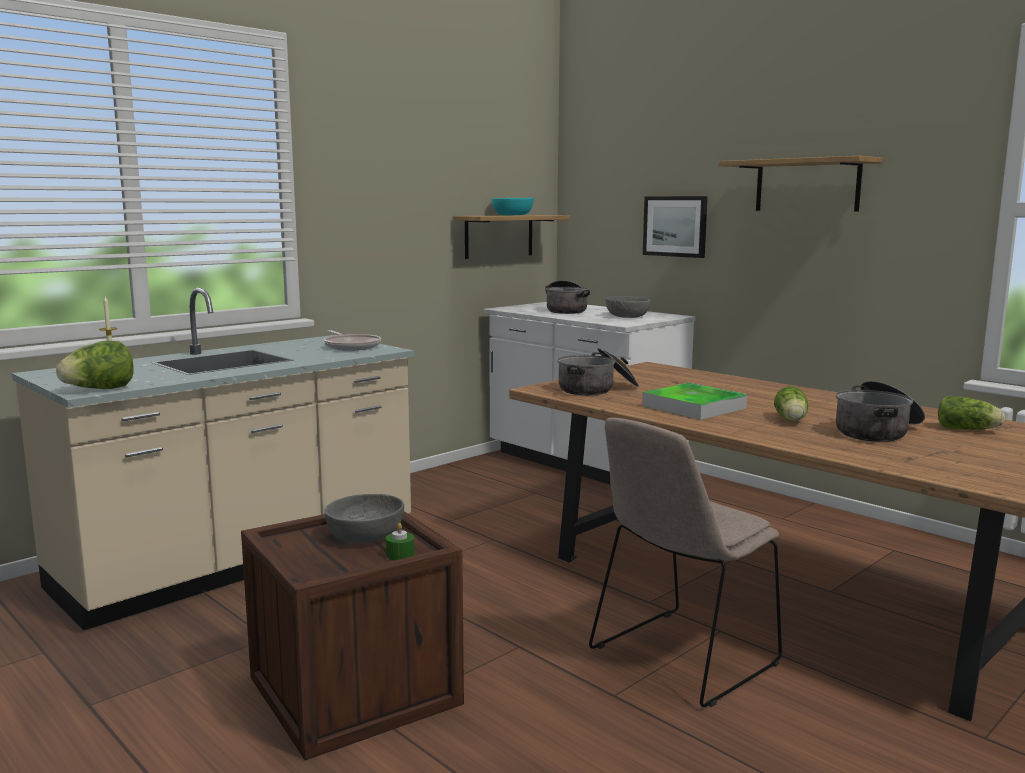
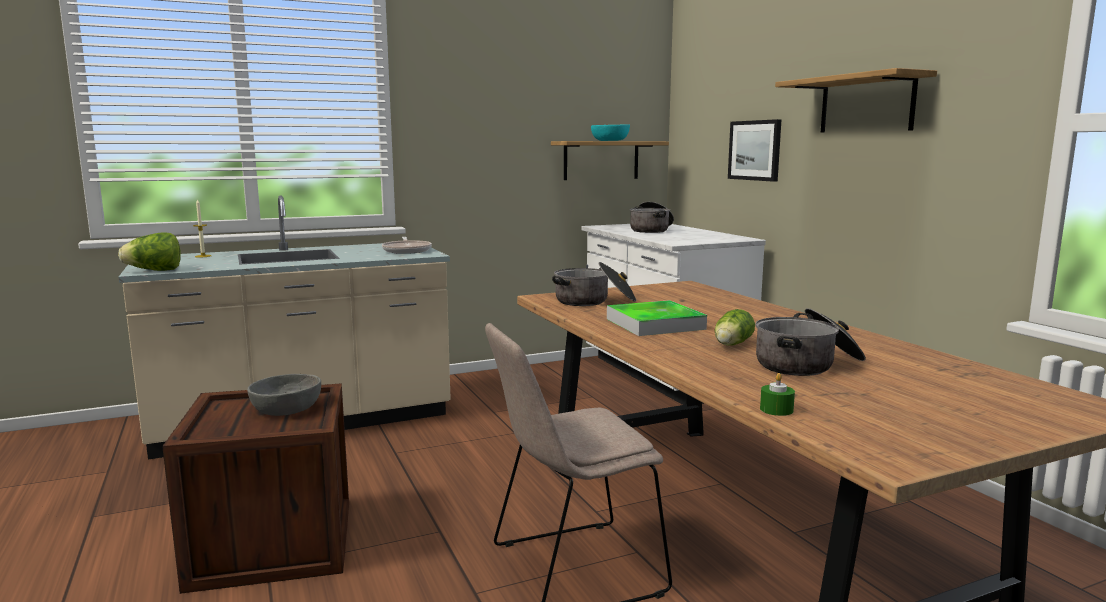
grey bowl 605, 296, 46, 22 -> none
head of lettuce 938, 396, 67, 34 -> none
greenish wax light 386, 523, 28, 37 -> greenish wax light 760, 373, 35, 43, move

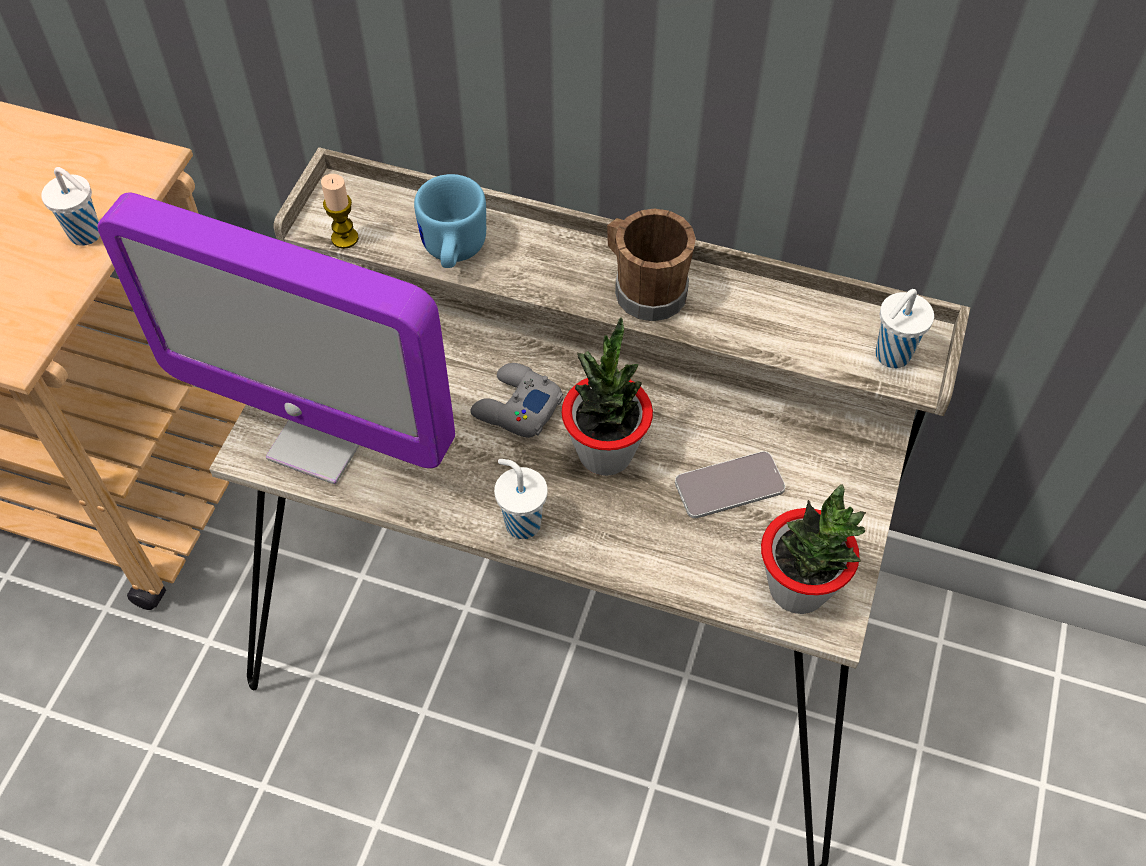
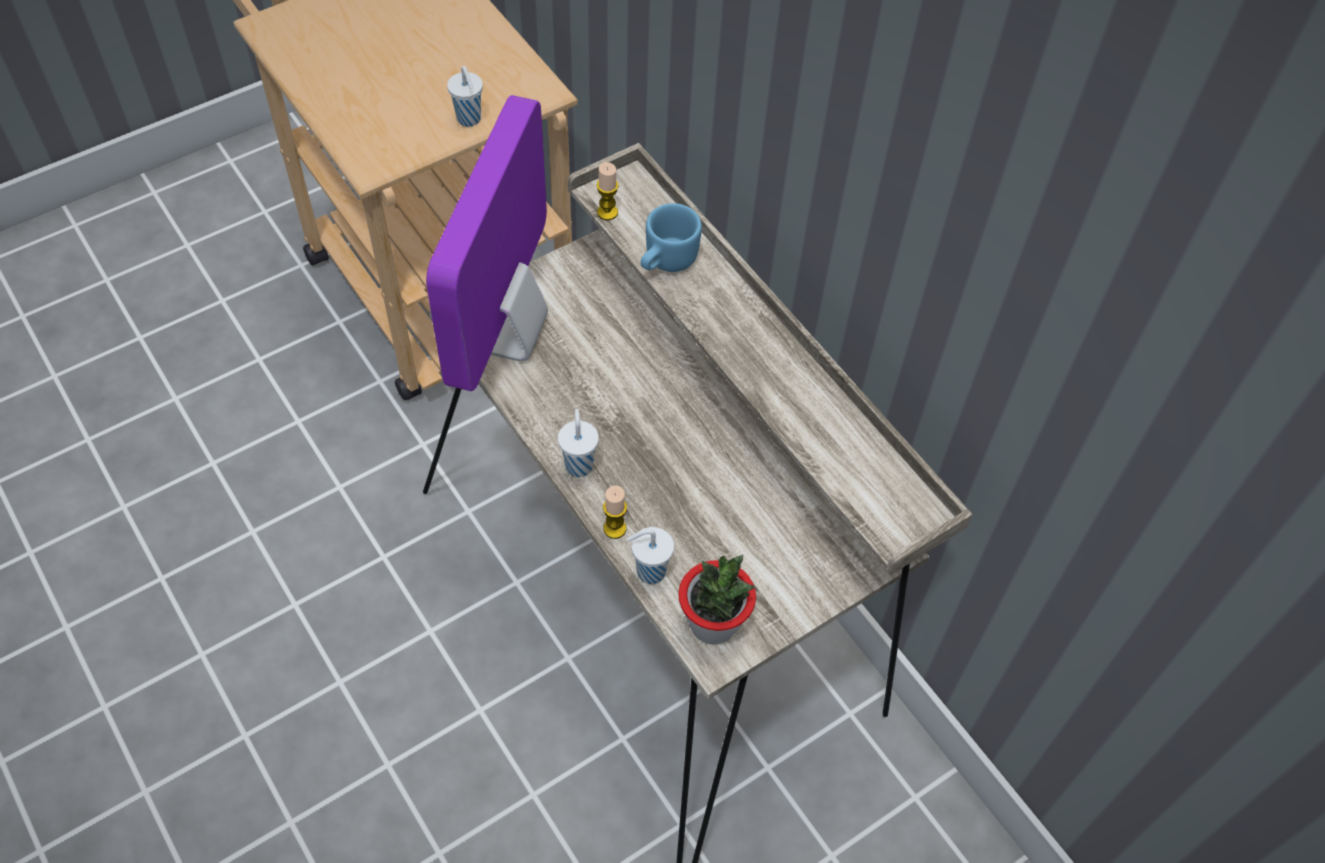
monitor 98, 193, 357, 291 -> monitor 426, 95, 122, 296, 45 degrees clockwise
brown-coloured mug 607, 208, 89, 113 -> none
white drinking cup 875, 289, 59, 79 -> white drinking cup 627, 527, 47, 57, move
potted plant 562, 317, 91, 159 -> none
grey gamepad 470, 363, 93, 75 -> none
phone 675, 451, 110, 67 -> none
none -> wax light 603, 486, 24, 53

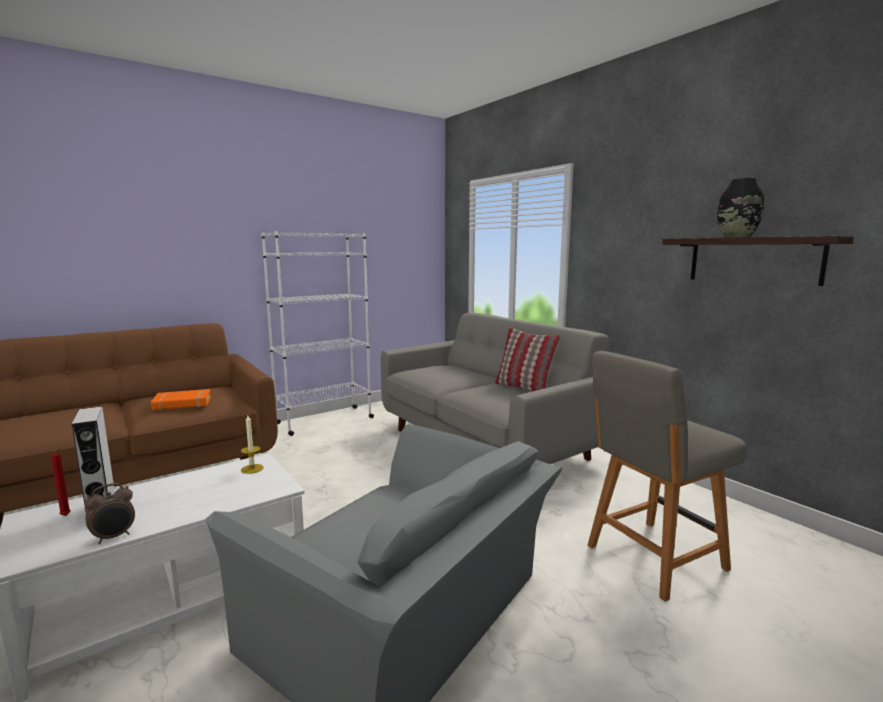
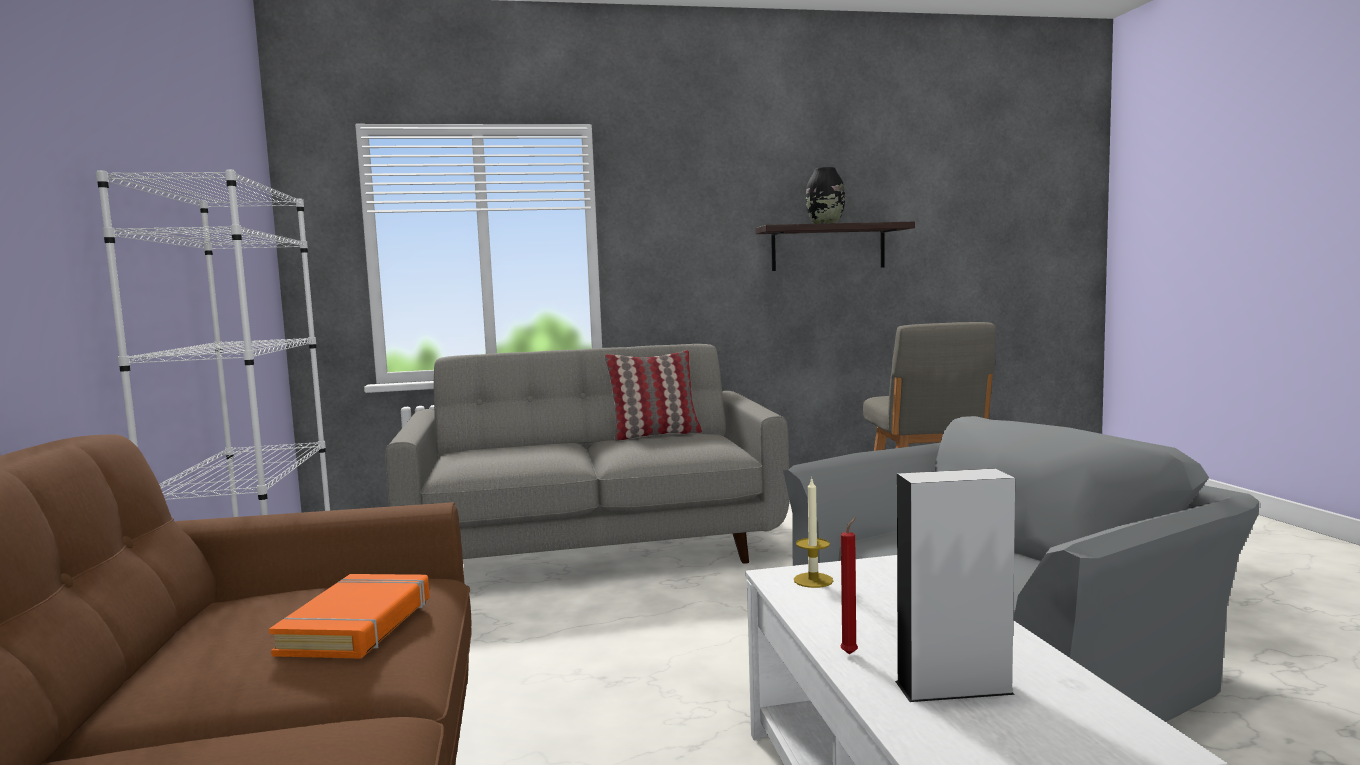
reddish wax light 51, 449, 20, 67 -> reddish wax light 841, 517, 17, 137, move
alarm clock 85, 483, 50, 61 -> none

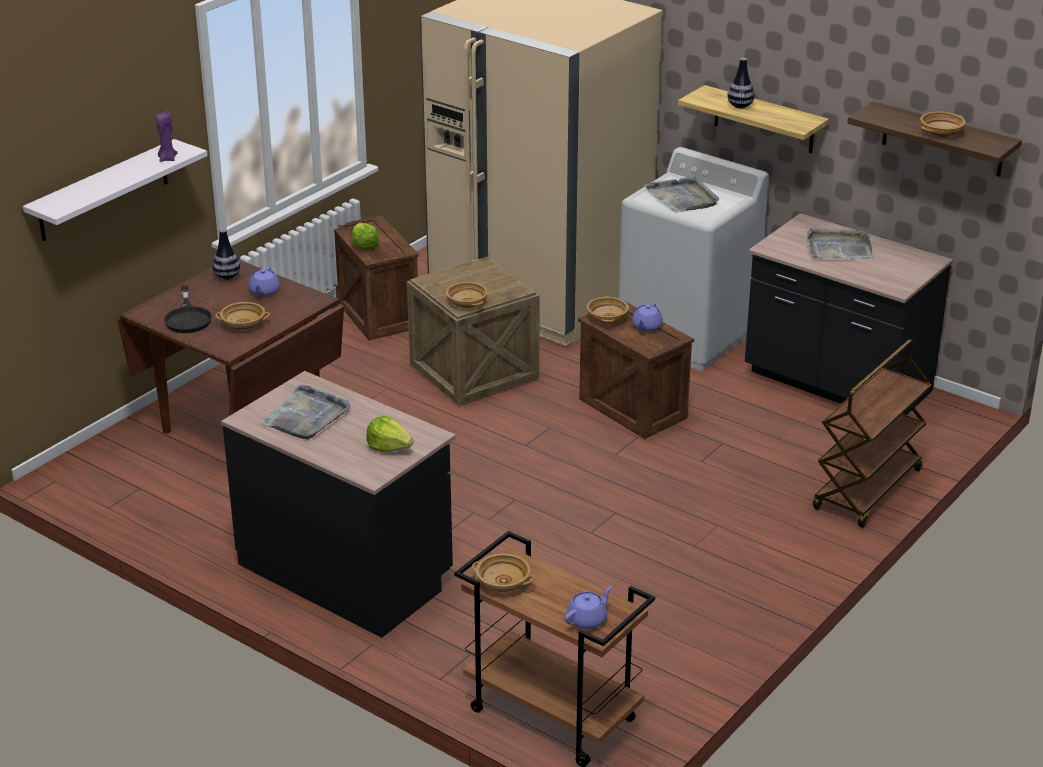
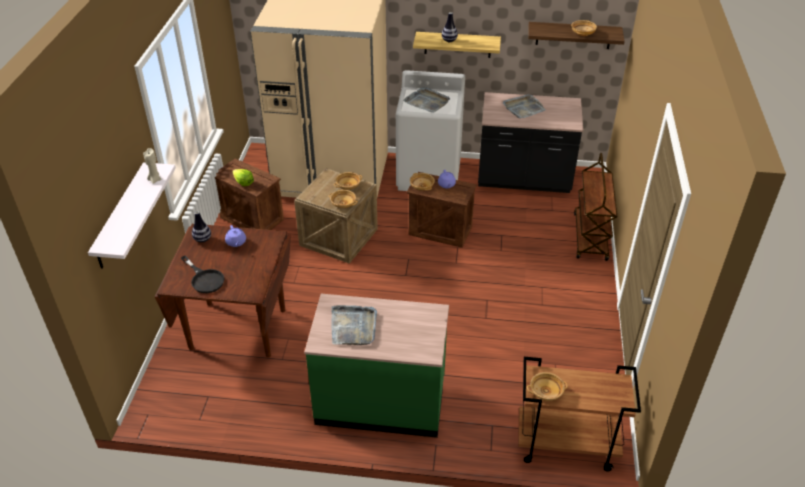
purple wax light 156, 111, 21, 51 -> beige-coloured wax light 143, 148, 19, 36
beige-coloured bowl 215, 302, 55, 28 -> beige-coloured bowl 334, 172, 28, 18, move
blackish kitchen counter 221, 371, 235, 267 -> greenish kitchen counter 304, 294, 145, 144
head of lettuce 366, 416, 47, 36 -> none
purple pot for tea 565, 586, 47, 43 -> none

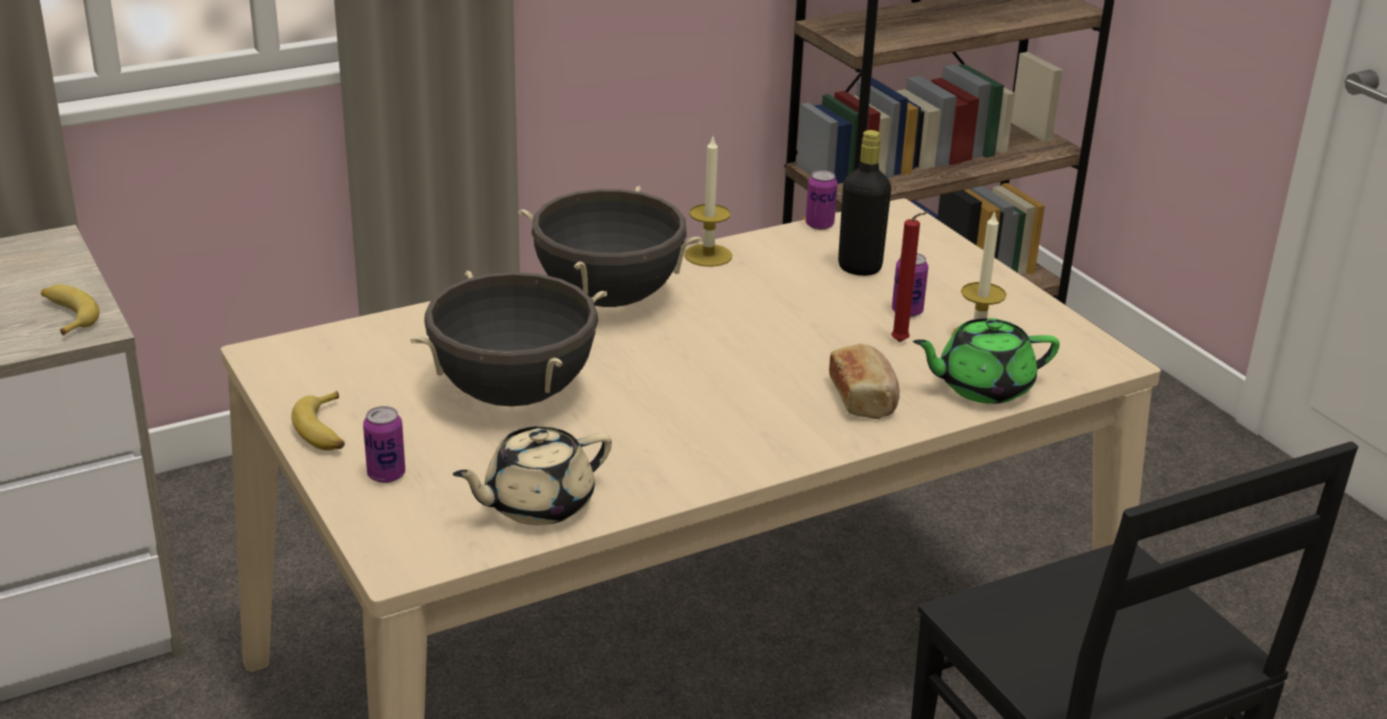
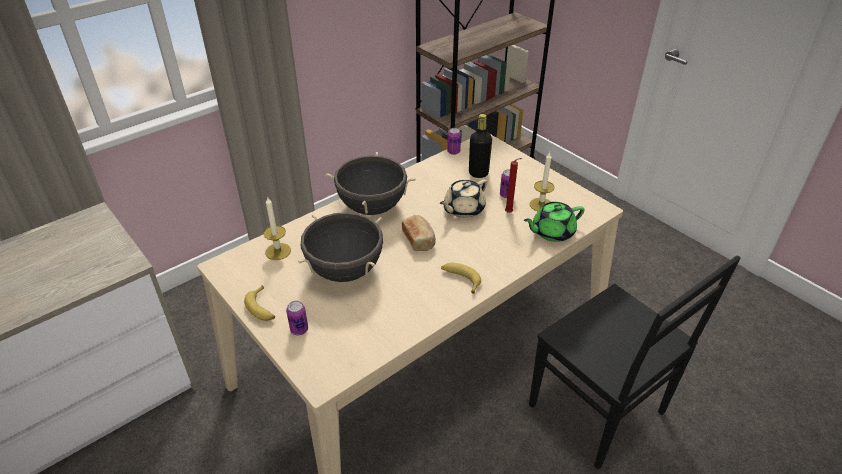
wax light 684, 137, 48, 130 -> wax light 263, 196, 28, 64, move
whole banana 41, 284, 59, 52 -> whole banana 441, 263, 40, 31, move
baked bread 829, 344, 71, 75 -> baked bread 402, 215, 34, 36, move
beige-coloured pot for tea 453, 426, 159, 99 -> beige-coloured pot for tea 440, 179, 47, 39, move

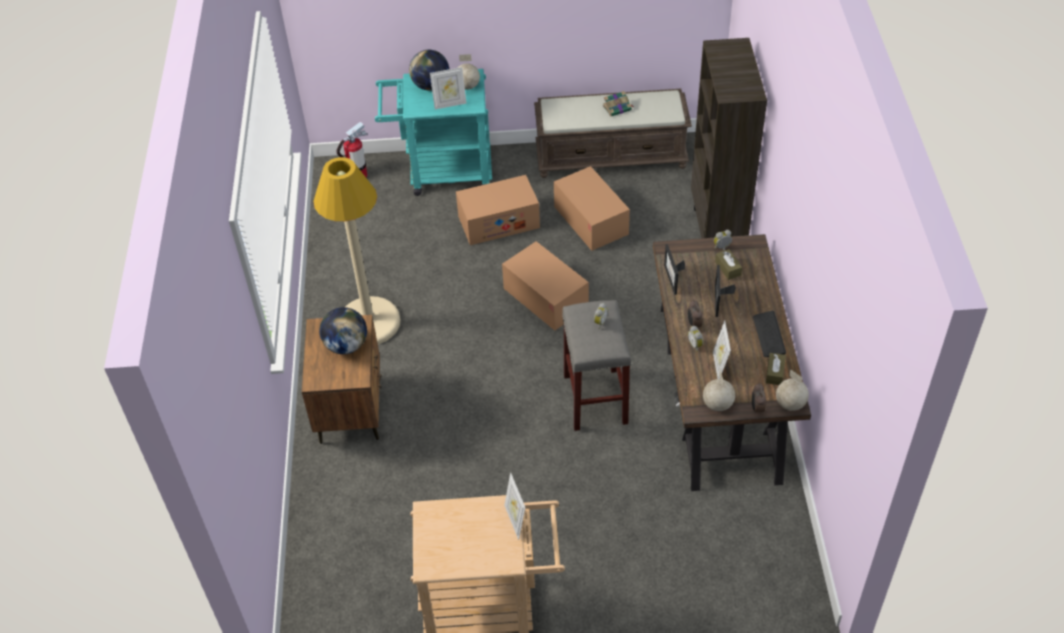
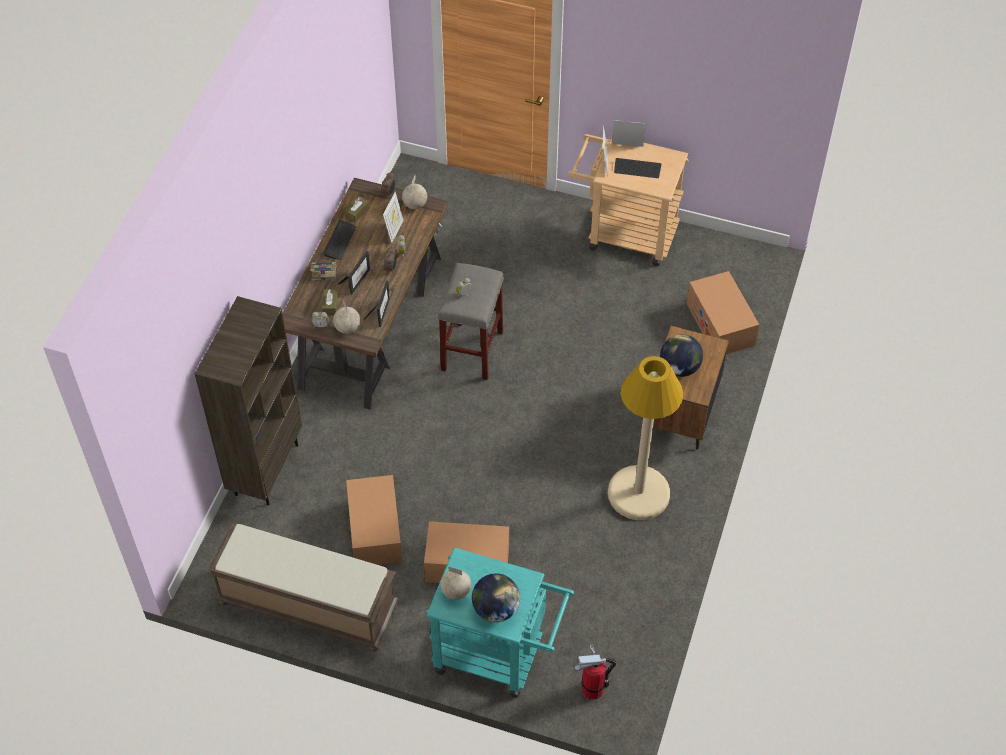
photo frame 430, 67, 37, 42 -> photo frame 612, 120, 34, 27, move
volume 603, 91, 31, 26 -> volume 307, 262, 29, 19, move
packing box 502, 241, 87, 89 -> packing box 687, 271, 72, 83, move
world globe 776, 369, 33, 42 -> world globe 333, 300, 27, 34, move
none -> keyboard 614, 158, 48, 20

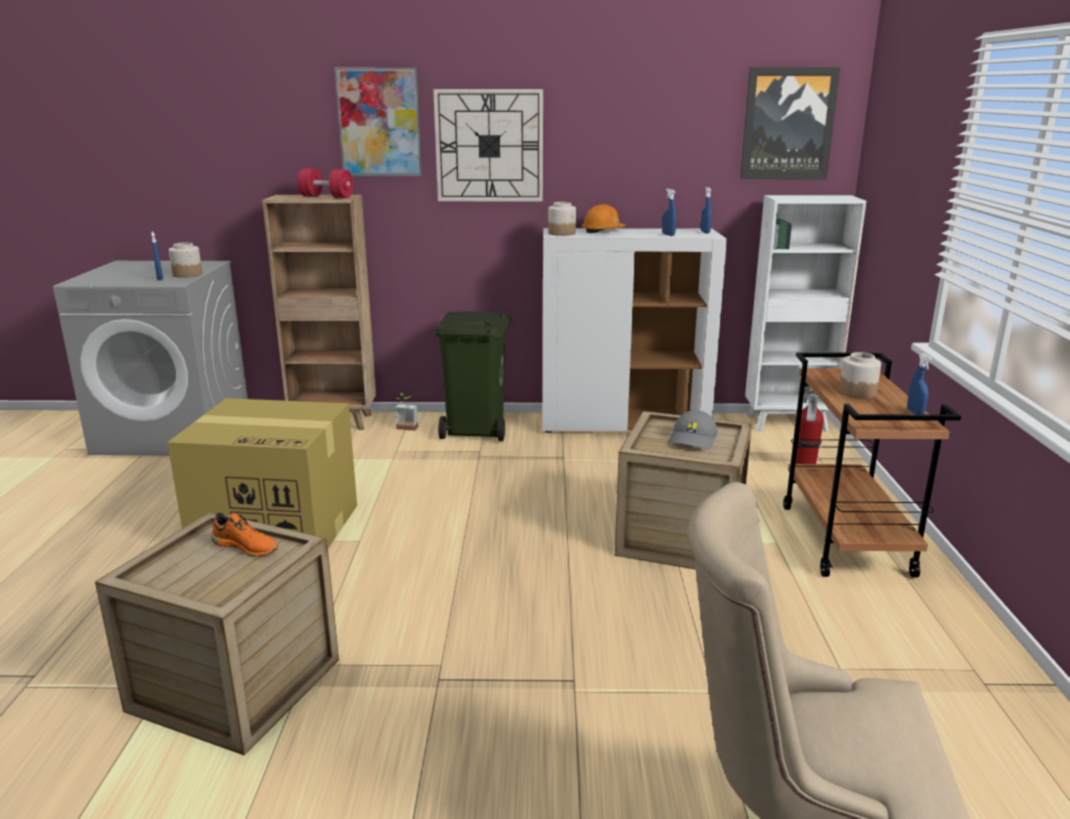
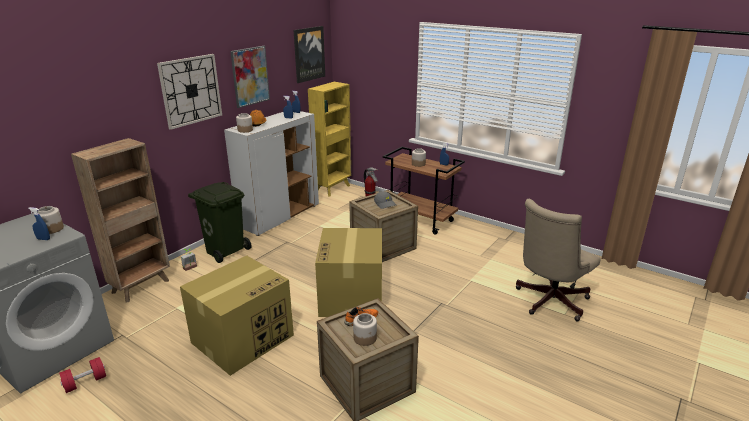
wall art 335, 68, 87, 108 -> wall art 230, 46, 40, 62, move
reddish hand weight 297, 168, 56, 30 -> reddish hand weight 59, 357, 47, 36, move
white bookcase 745, 195, 122, 237 -> yellowish bookcase 308, 82, 43, 114
none -> packing box 315, 228, 67, 89
none -> storage jar 353, 313, 24, 33

